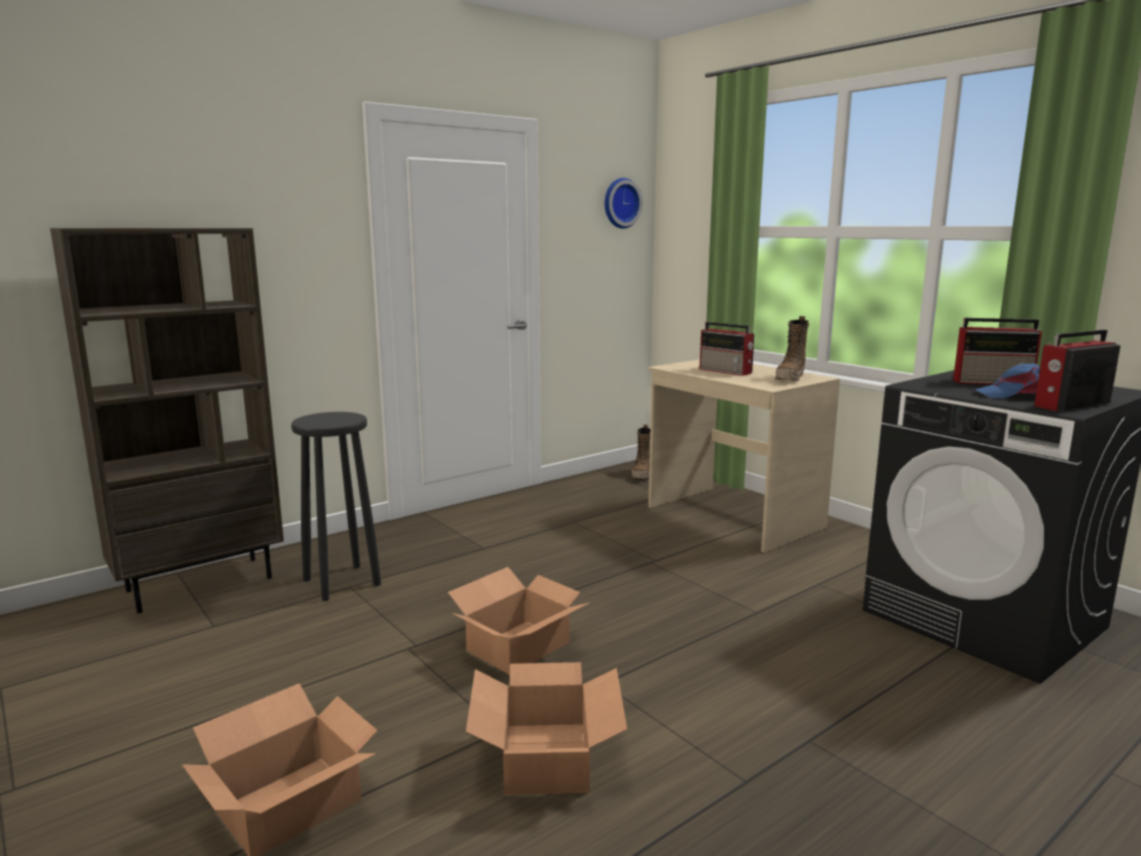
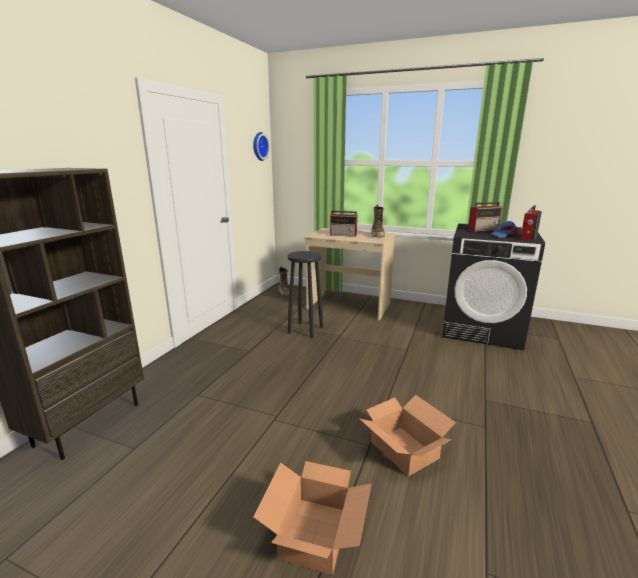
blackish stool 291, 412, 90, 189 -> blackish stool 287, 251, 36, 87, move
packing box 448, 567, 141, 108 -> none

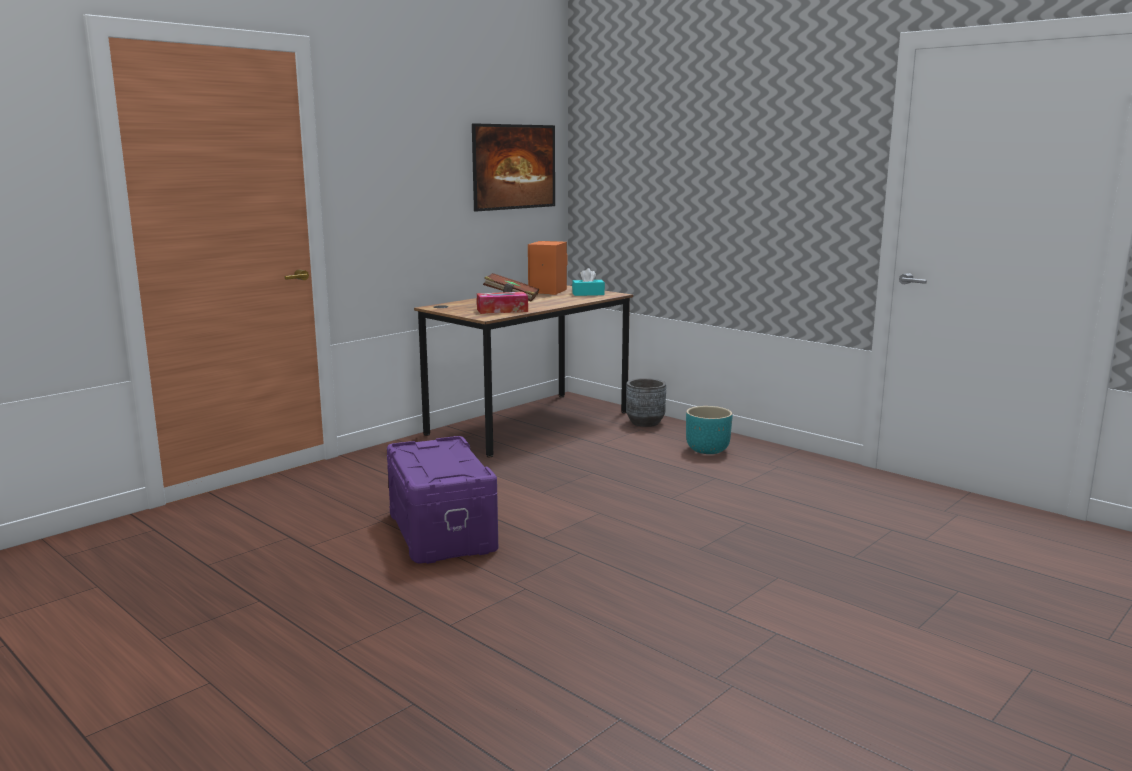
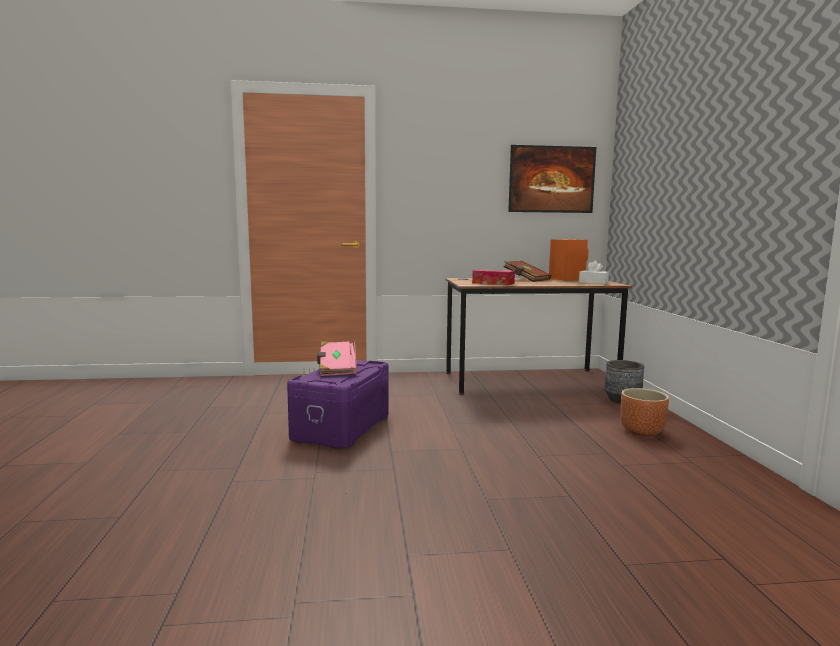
turquoise-coloured box of tissues 572, 268, 33, 28 -> white box of tissues 579, 261, 30, 23
turquoise-coloured planter 686, 406, 46, 48 -> brown-coloured planter 620, 388, 49, 48
none -> pinkish volume 317, 341, 40, 35

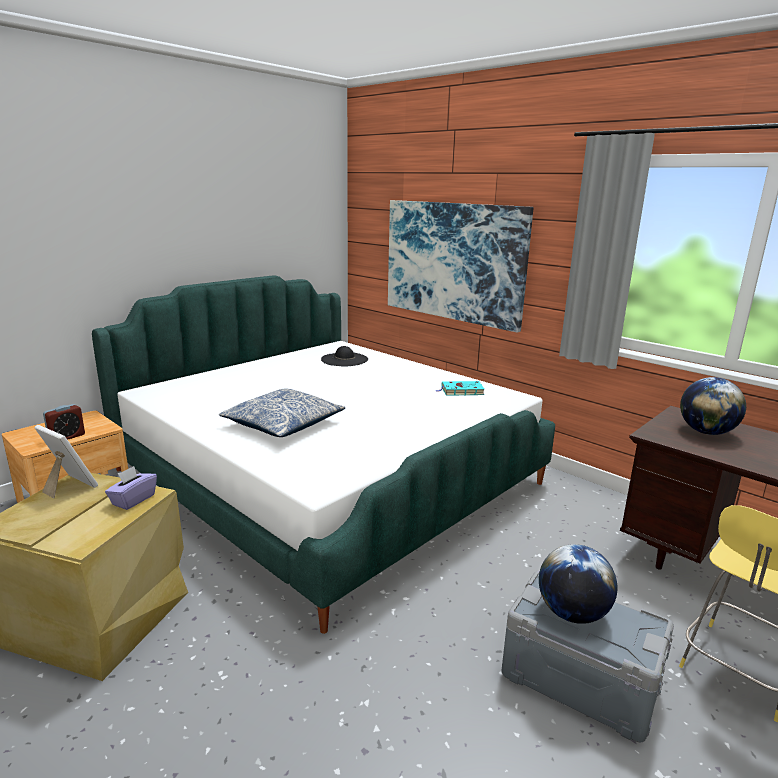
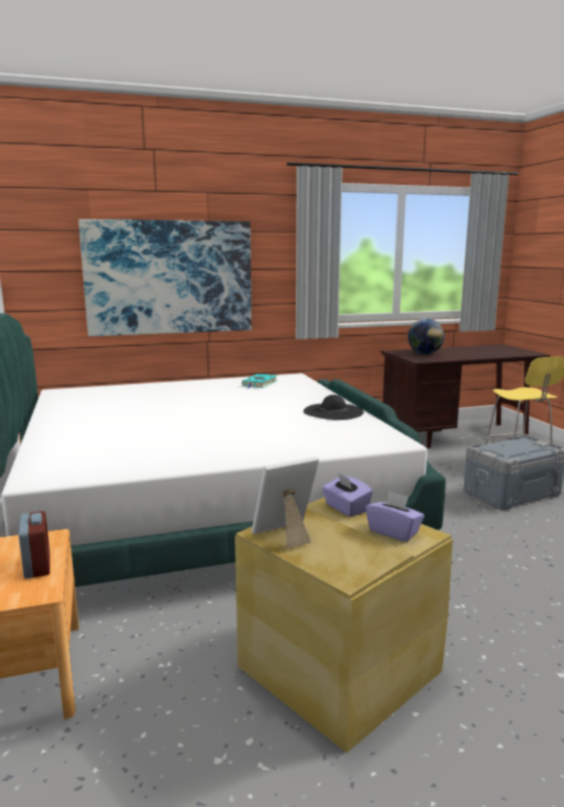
blackish hat 321, 346, 47, 21 -> blackish hat 303, 395, 61, 25, move
pillow 219, 388, 126, 49 -> none
world globe 539, 544, 78, 80 -> none
none -> purple box of tissues 365, 491, 59, 51

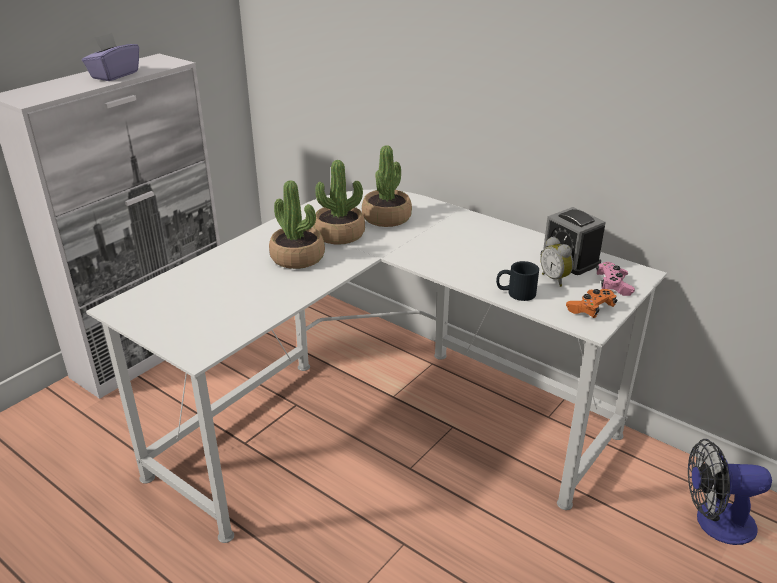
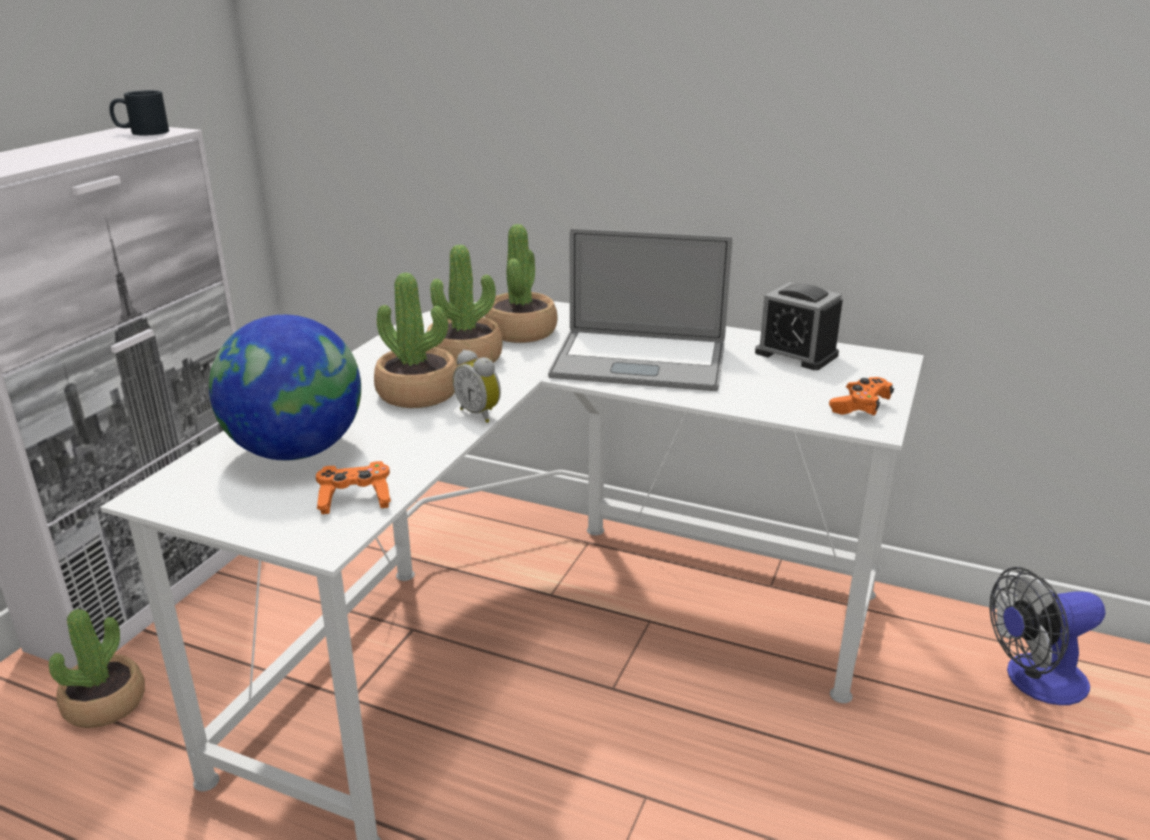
purple box of tissues 82, 33, 57, 48 -> none
alarm clock 540, 237, 33, 50 -> alarm clock 453, 350, 48, 73, move
blackish mug 496, 261, 43, 40 -> blackish mug 110, 90, 59, 45, move
pinkish gamepad 596, 262, 39, 34 -> none
none -> laptop 548, 228, 184, 163
none -> world globe 209, 315, 152, 146
none -> orangey gamepad 316, 461, 75, 53
none -> potted plant 49, 609, 96, 119

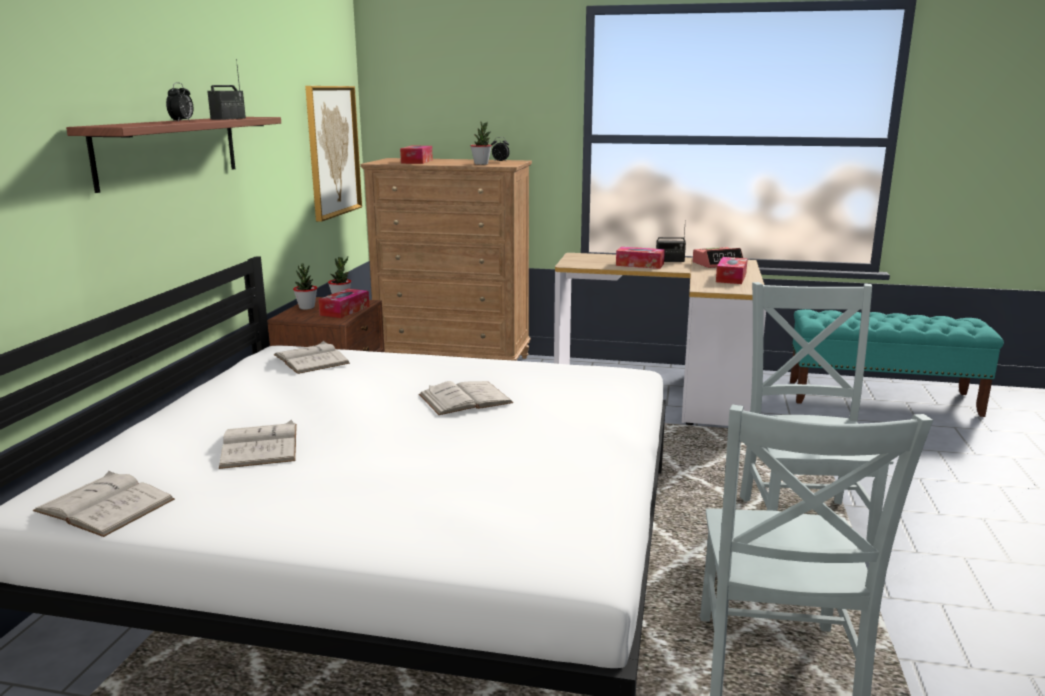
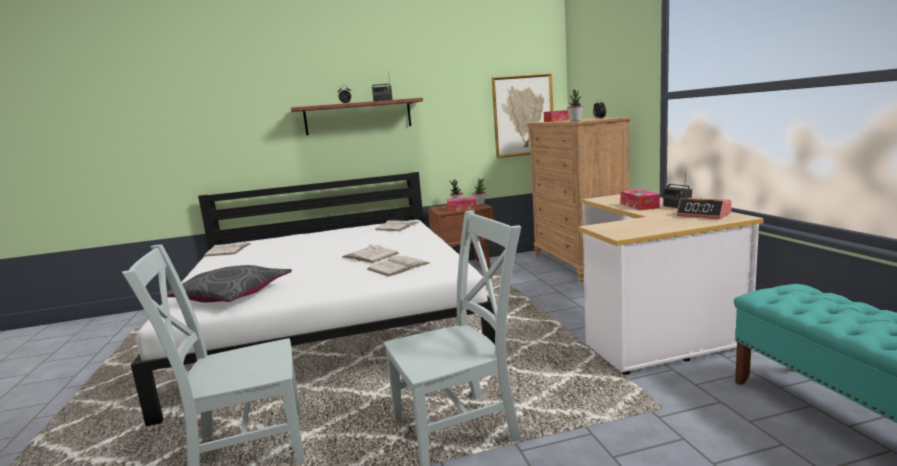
box of tissues 716, 257, 32, 27 -> none
white volume 219, 420, 78, 49 -> white volume 367, 256, 63, 21, move
none -> grey pillow 159, 265, 133, 37

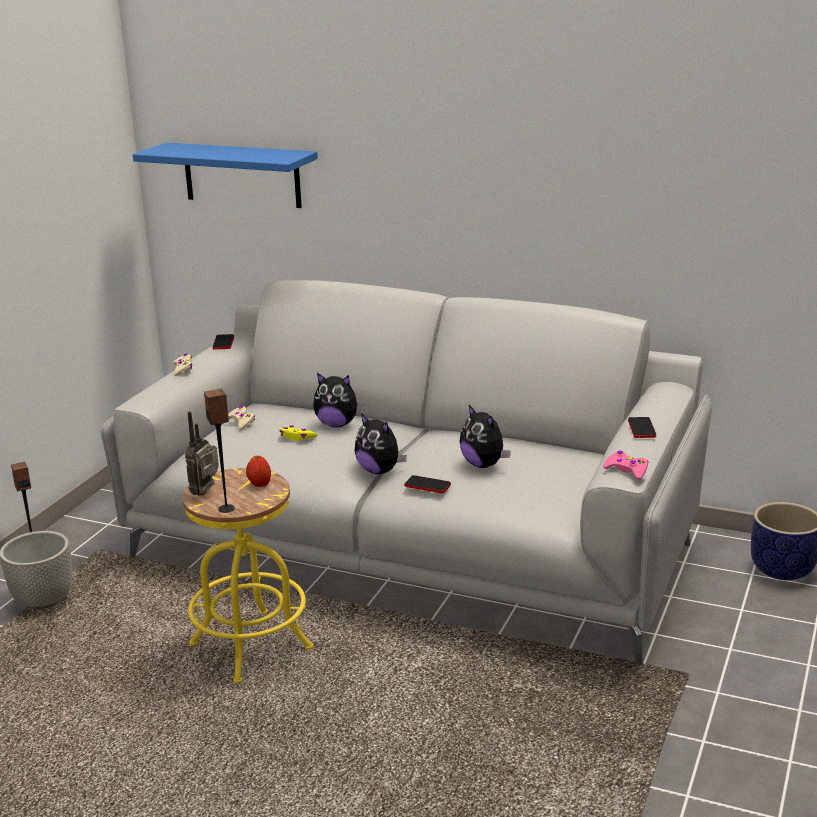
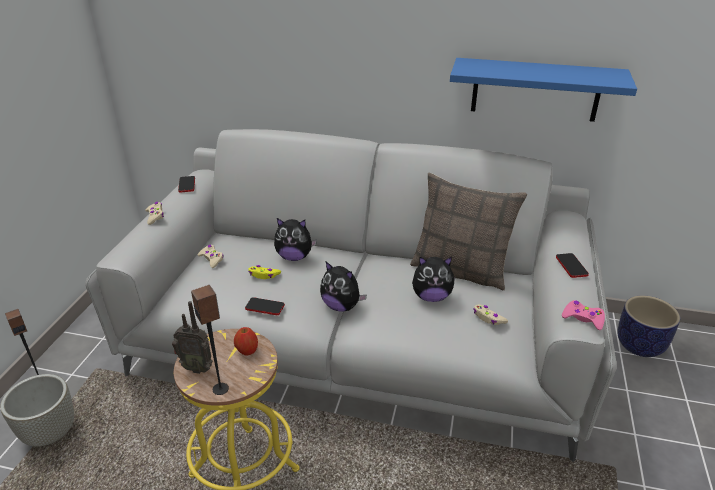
blue-coloured wall shelf 133, 142, 185, 66 -> blue-coloured wall shelf 450, 58, 187, 64, move
plush toy 460, 405, 51, 63 -> plush toy 412, 257, 44, 45, 45 degrees counterclockwise
radio set 185, 411, 34, 84 -> radio set 172, 301, 41, 73, 90 degrees counterclockwise
phone 404, 475, 47, 18 -> phone 245, 297, 40, 18, move
none -> pillow 410, 173, 117, 117
none -> beige-coloured gamepad 473, 304, 35, 21

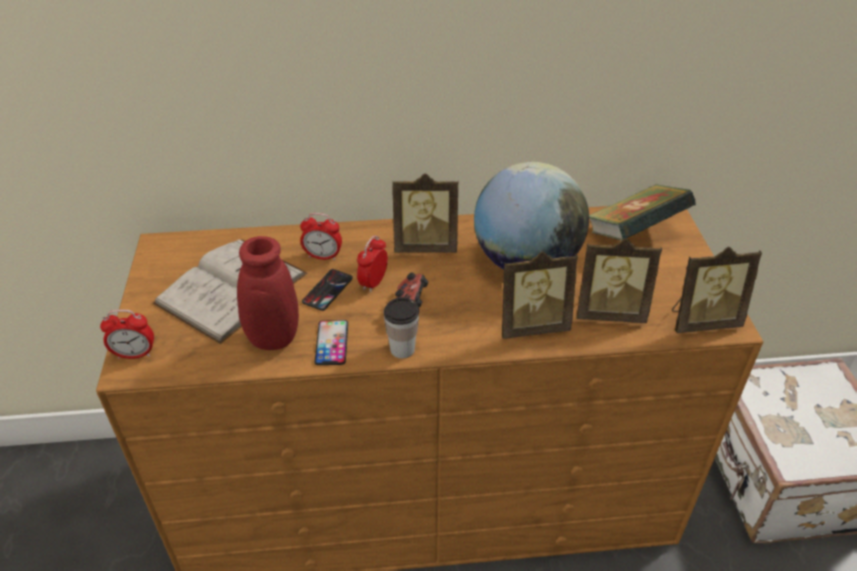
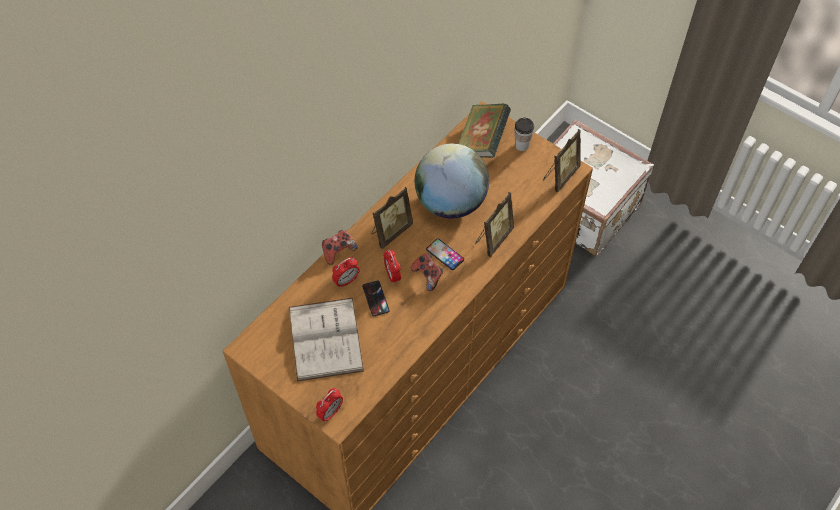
reddish flower vase 184, 236, 115, 114 -> none
photo frame 577, 238, 85, 85 -> none
drinking cup 384, 297, 35, 61 -> drinking cup 514, 117, 20, 34, move
phone 314, 320, 34, 45 -> phone 426, 239, 38, 31, move
none -> gamepad 322, 230, 36, 35

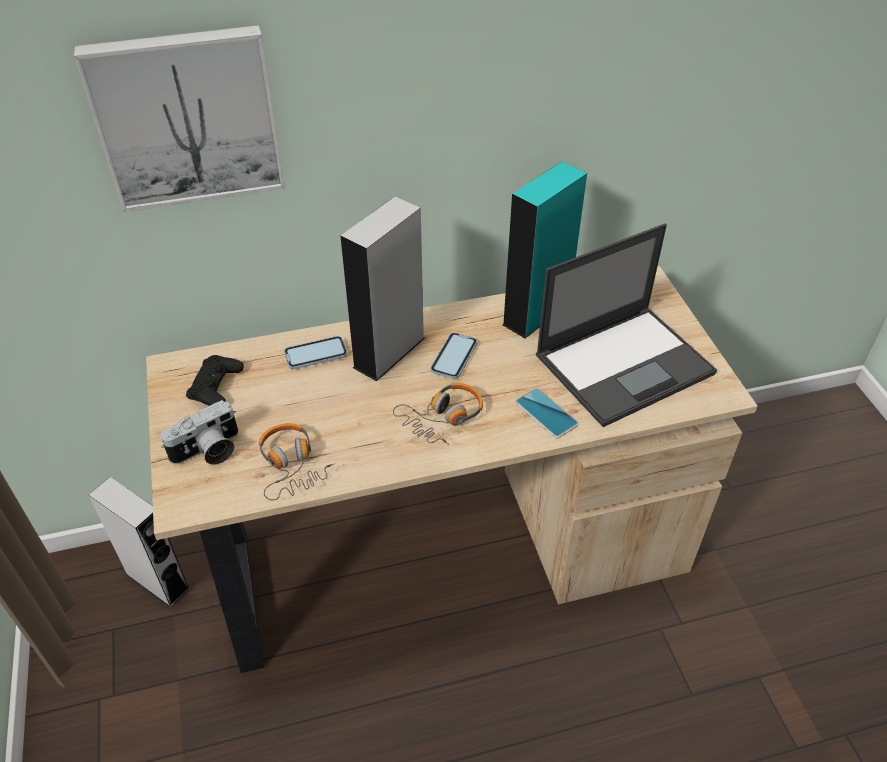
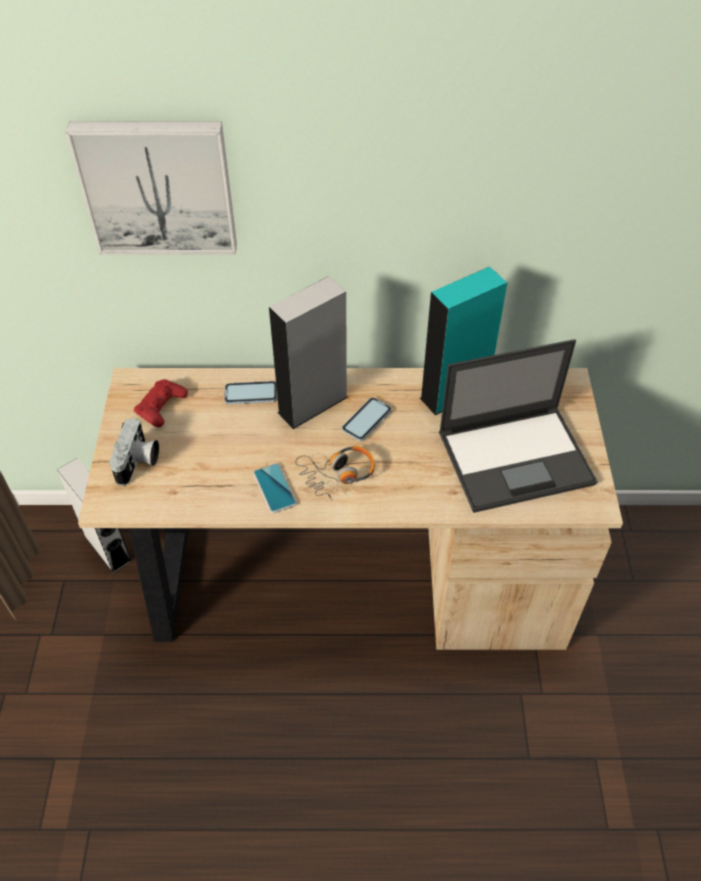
blackish gamepad 186, 355, 58, 51 -> reddish gamepad 134, 379, 54, 48
phone 515, 388, 64, 50 -> phone 253, 463, 44, 50, move
still camera 161, 400, 77, 65 -> still camera 109, 418, 50, 68, 60 degrees counterclockwise
headset 259, 423, 76, 77 -> none

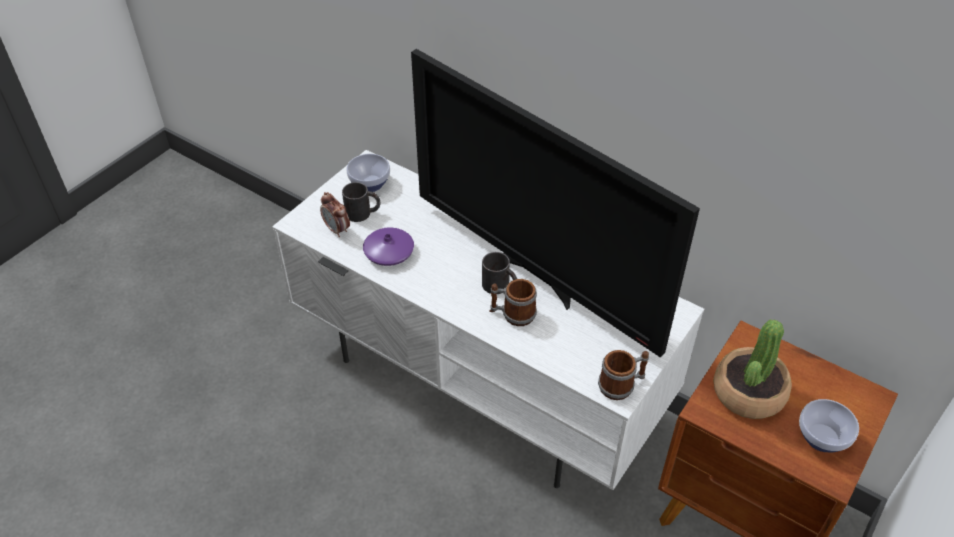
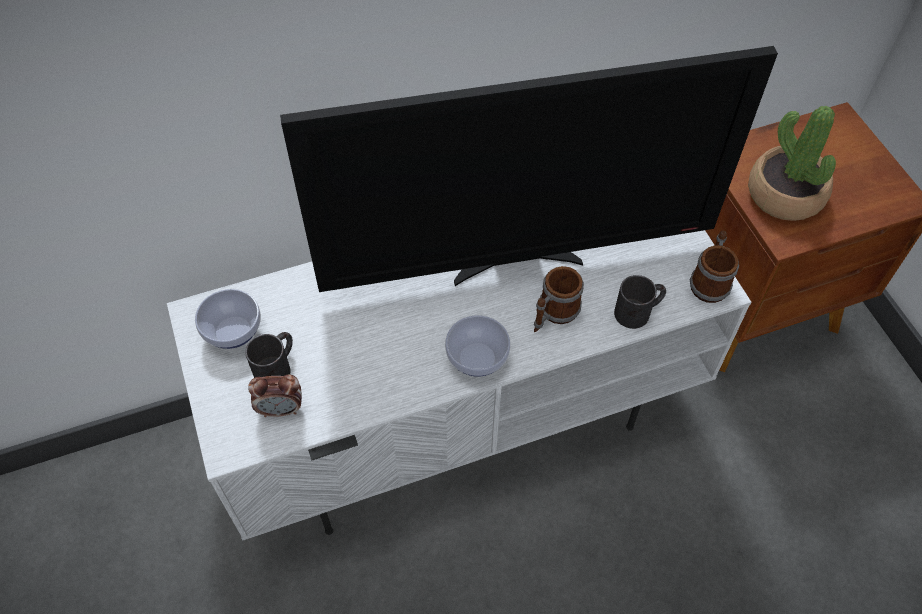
purple flower vase 363, 227, 51, 39 -> none
blackish mug 482, 252, 35, 42 -> blackish mug 614, 275, 52, 54, move
bowl 799, 399, 60, 53 -> bowl 445, 315, 65, 62, move

